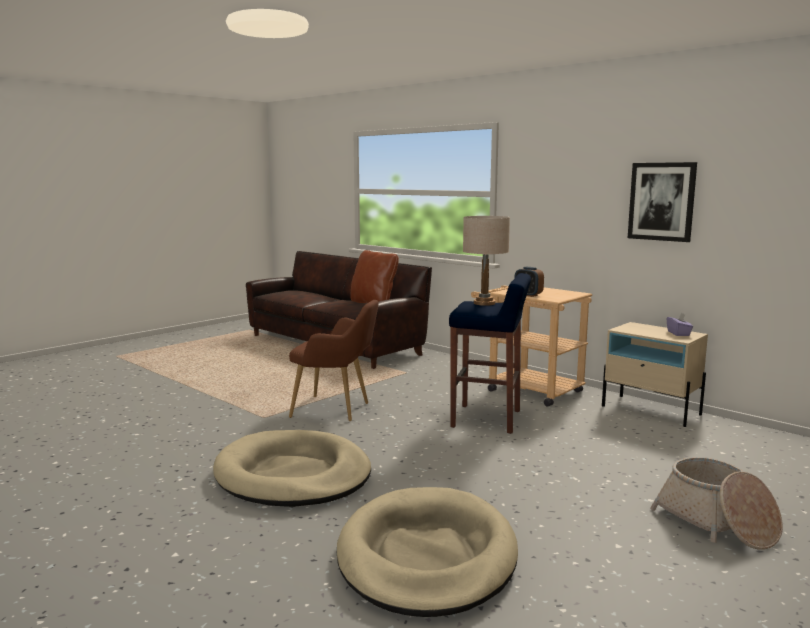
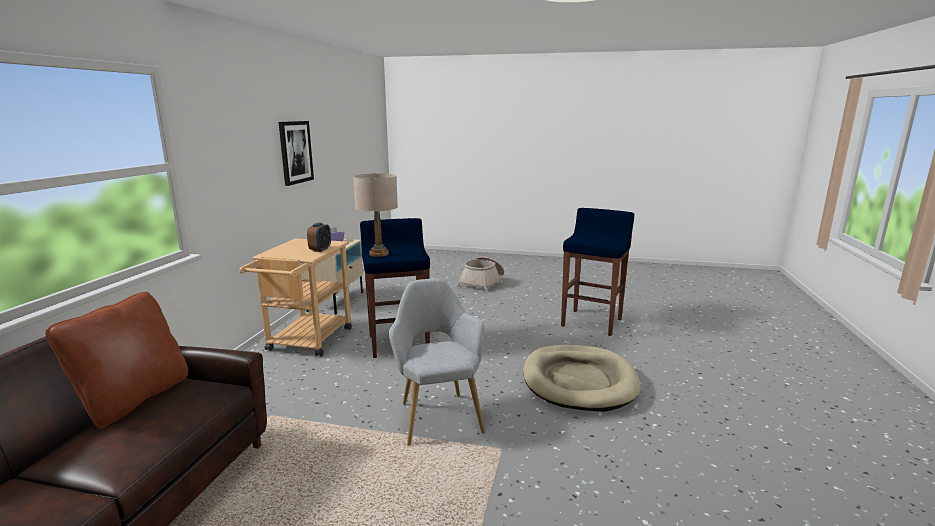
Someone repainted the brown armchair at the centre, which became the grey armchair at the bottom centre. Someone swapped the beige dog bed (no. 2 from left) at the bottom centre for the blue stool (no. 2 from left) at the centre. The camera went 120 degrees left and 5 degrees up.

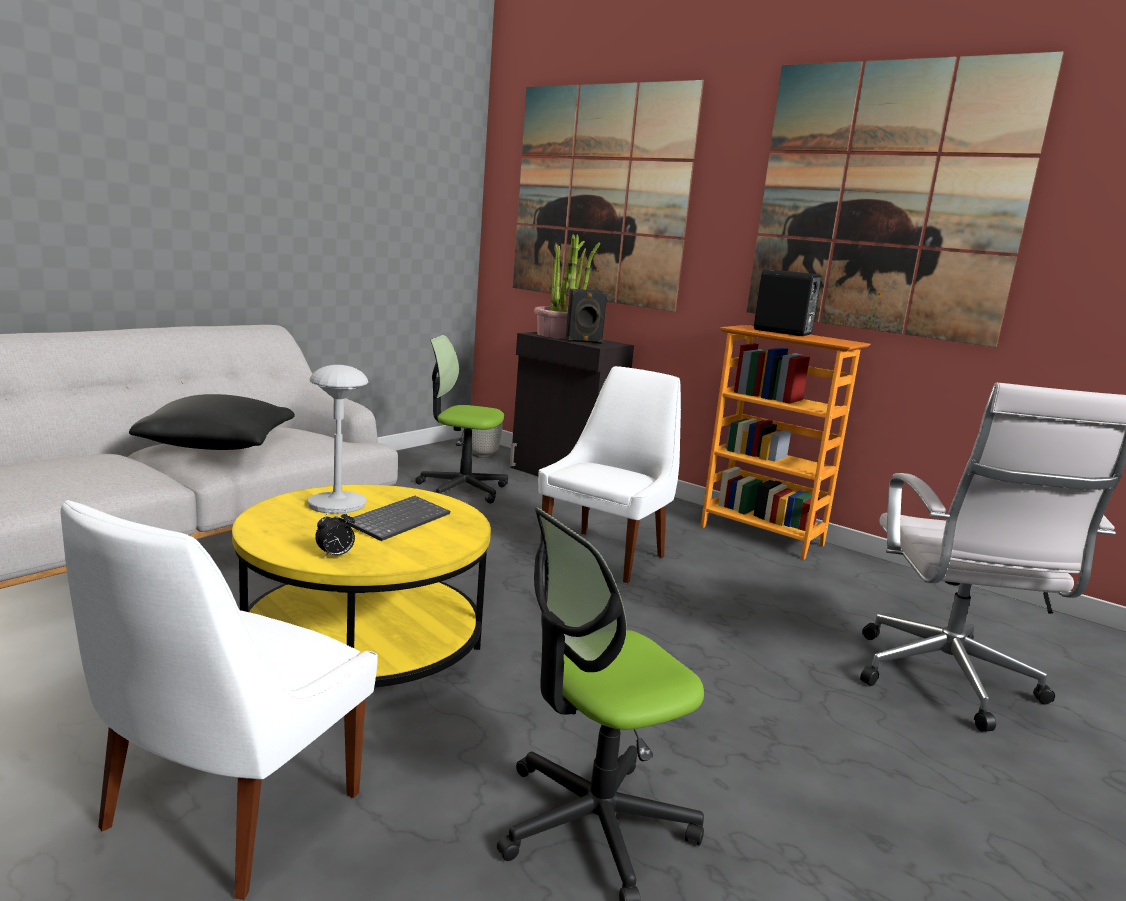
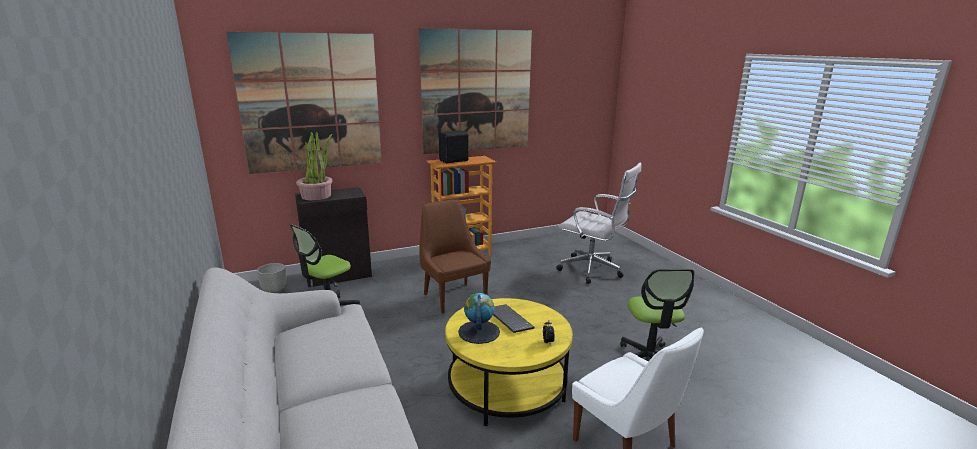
Someone took away the black pillow at the middle left. Someone swapped the grey table lamp at the middle left for the globe at the bottom centre. Someone repainted the white chair (no. 2 from left) at the centre, which became the brown chair at the centre. Someone took away the black speaker (no. 1 from left) at the centre. The camera went 60 degrees left and 5 degrees up.

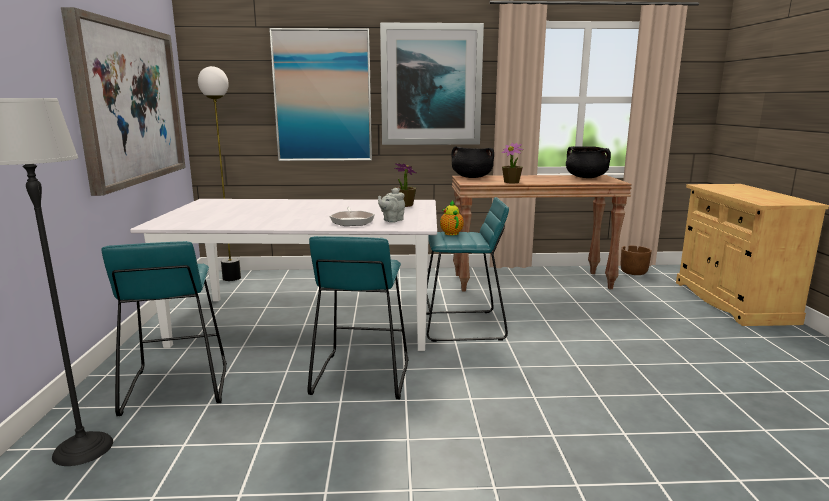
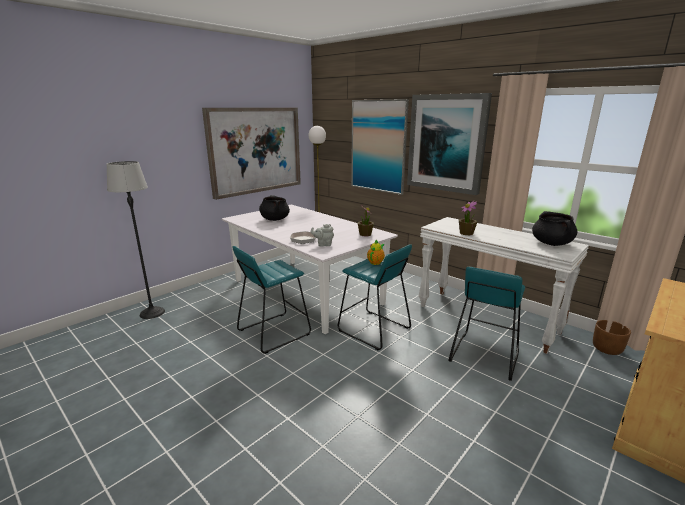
Someone carried the turquoise stool (no. 1 from left in the first image) from the middle left to the middle right. Someone carried the black cooking pot (no. 1 from left) from the top centre to the centre. Someone repainted the brown console table at the centre, which became the white console table at the middle right. The camera went 45 degrees right and 5 degrees up.

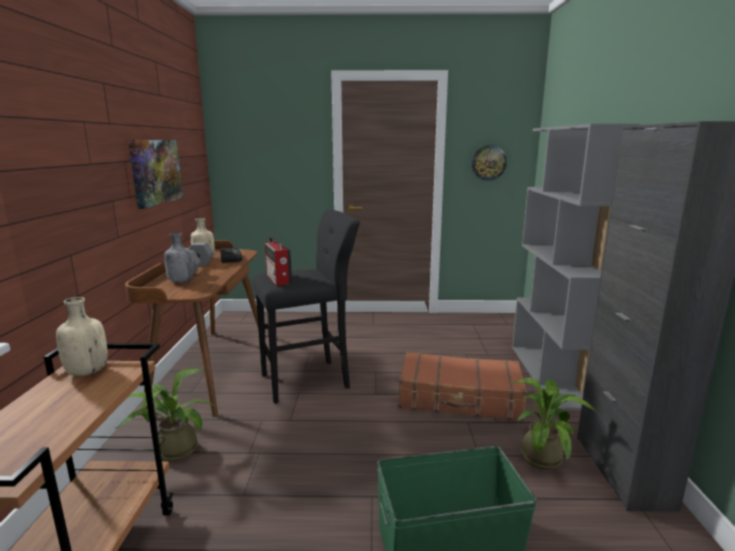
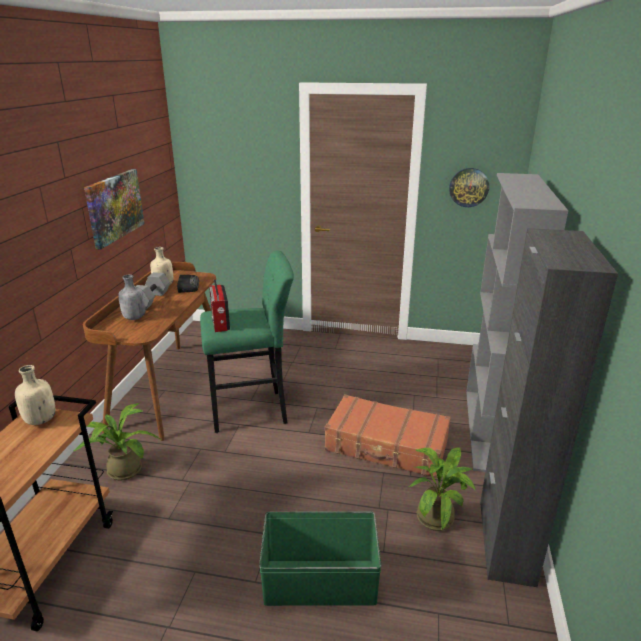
Someone repainted the black stool at the centre, which became the green stool at the centre. The camera went 10 degrees right and 10 degrees up.

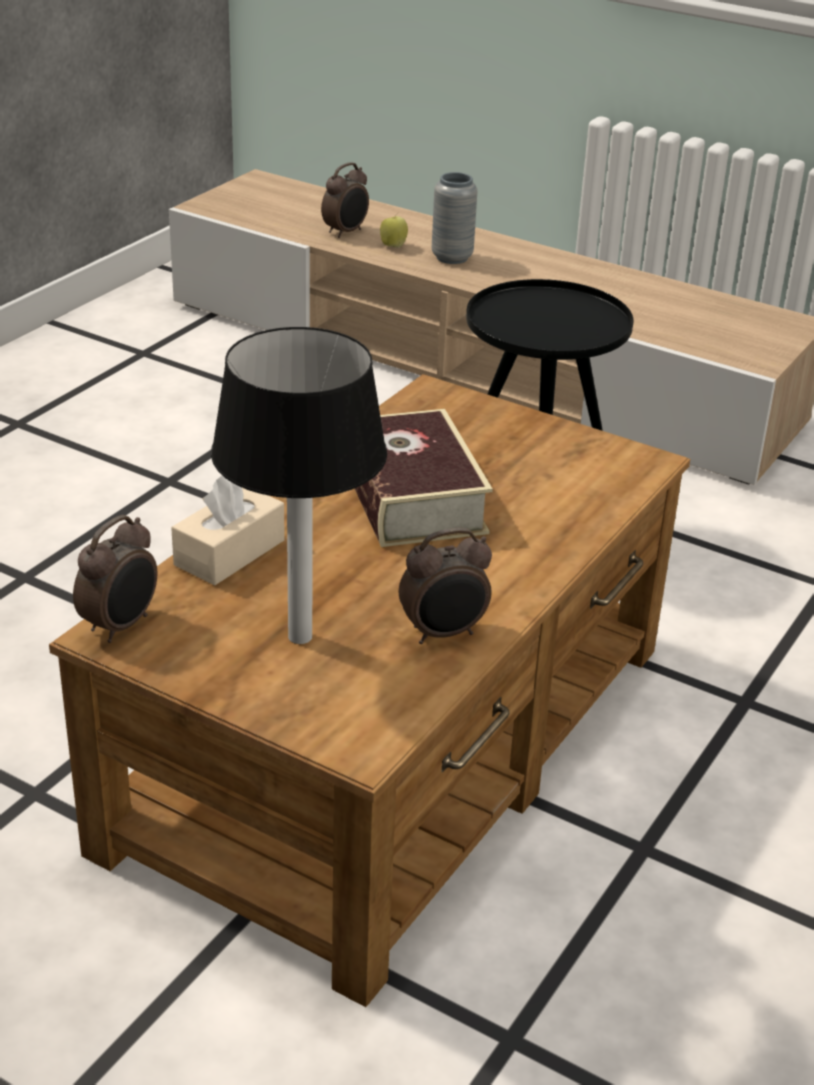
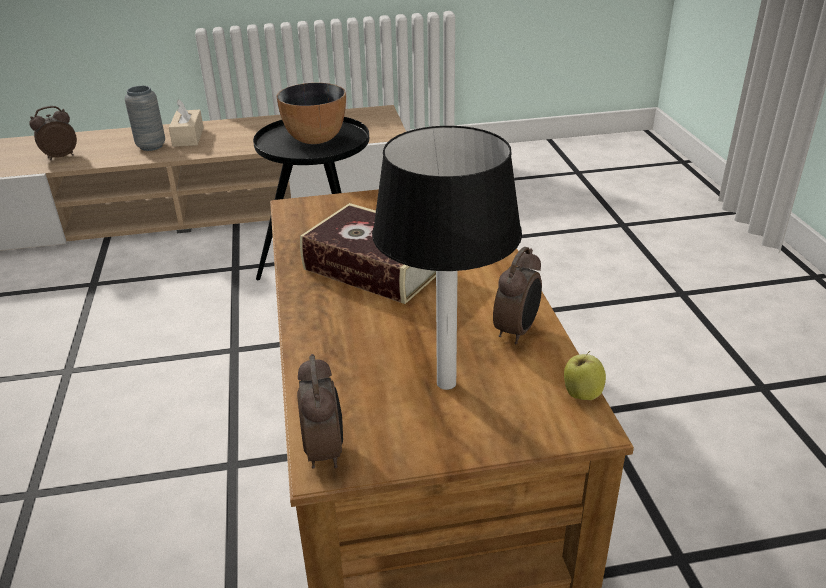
Someone carried the beige tissue box from the middle left to the top left. Someone rotated the alarm clock (no. 2 from left in the first image) at the top centre by 120 degrees counterclockwise. Someone carried the apple from the top centre to the middle right. Someone put down the bowl at the top centre. The camera went 40 degrees left and 0 degrees up.

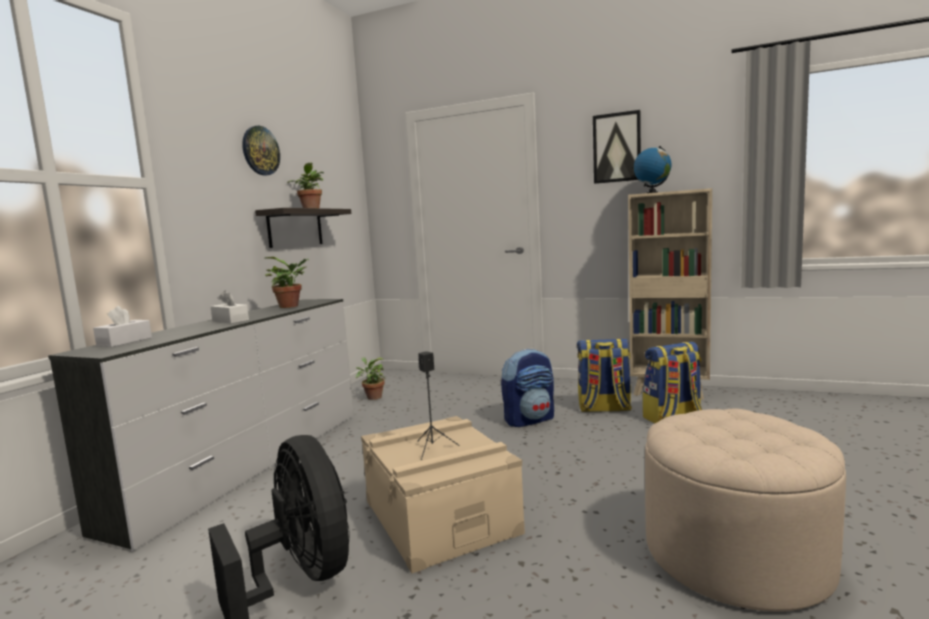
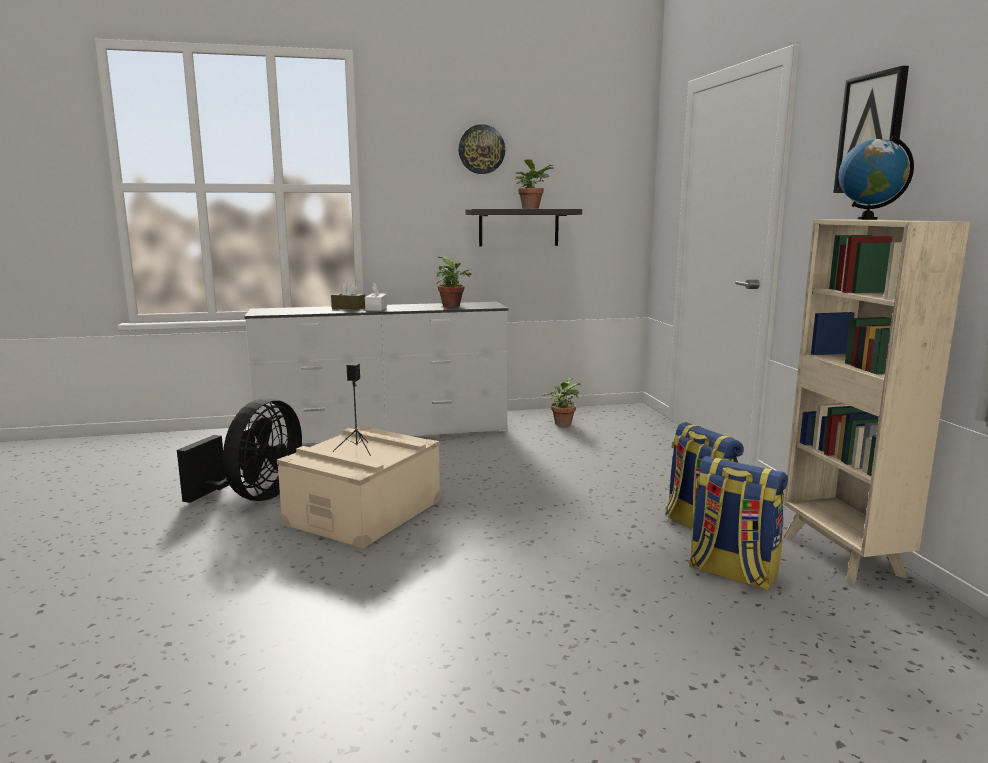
Someone took away the white tissue box (no. 1 from left) at the middle left. Someone took away the backpack (no. 1 from left) at the centre. Someone took away the beige ottoman at the bottom right. Someone put down the brown tissue box at the centre. The camera went 55 degrees right and 5 degrees up.

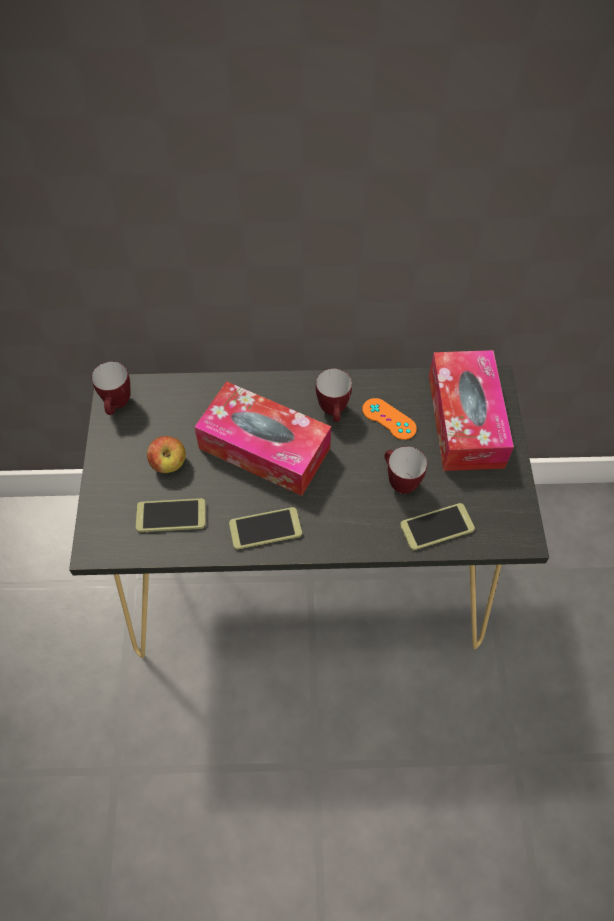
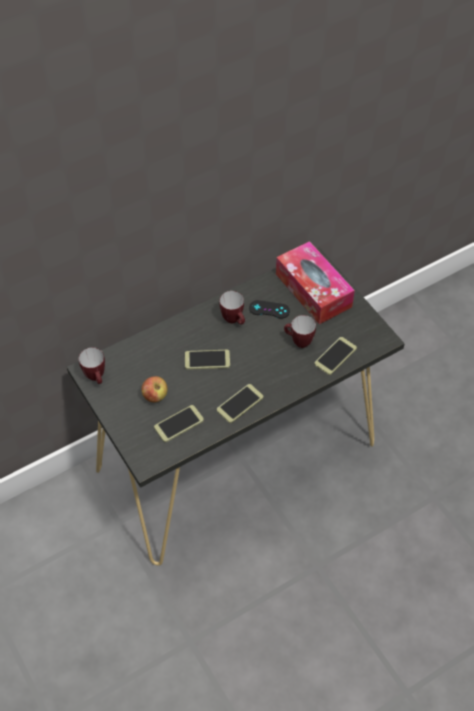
Someone swapped the tissue box (no. 1 from left) at the centre for the phone (no. 2 from left) at the centre. Someone repainted the orange game controller at the centre, which became the black game controller at the centre. The camera went 30 degrees left and 5 degrees down.

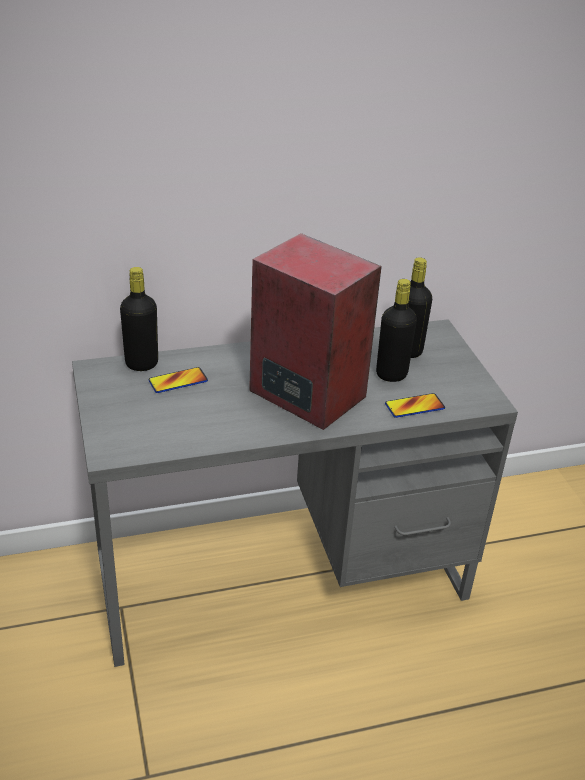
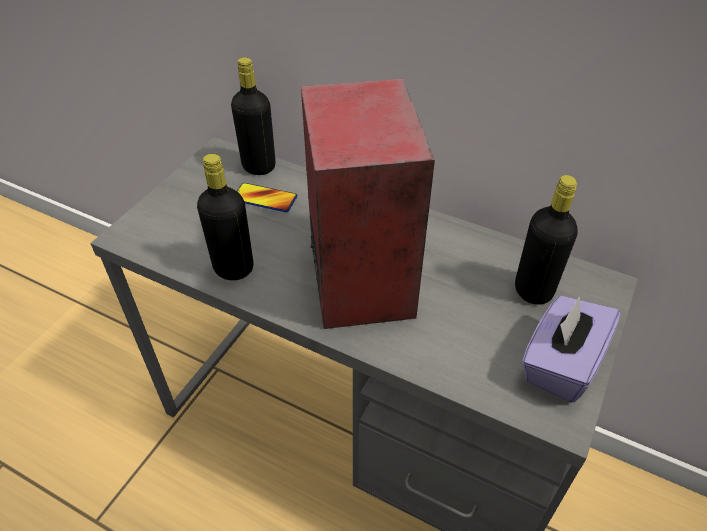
Someone carried the black bottle (no. 2 from left in the first image) from the middle right to the middle left. Someone took away the phone (no. 2 from left) at the middle right. Someone put down the purple tissue box at the middle right. The camera went 45 degrees right and 10 degrees up.

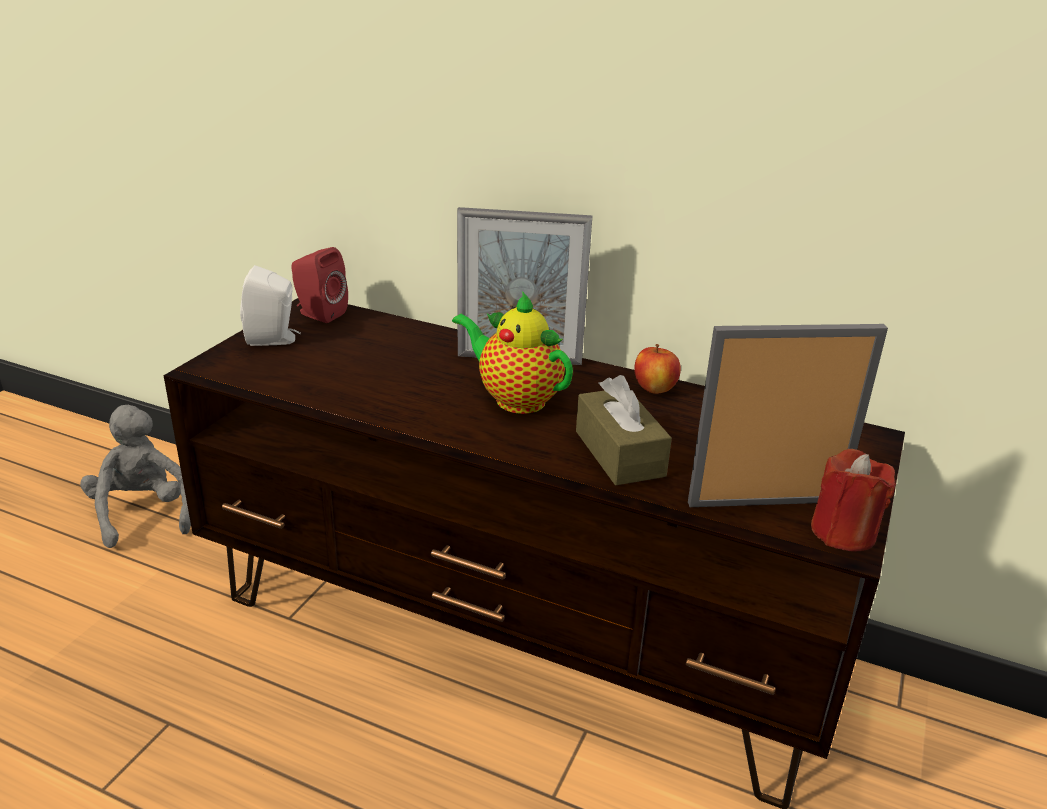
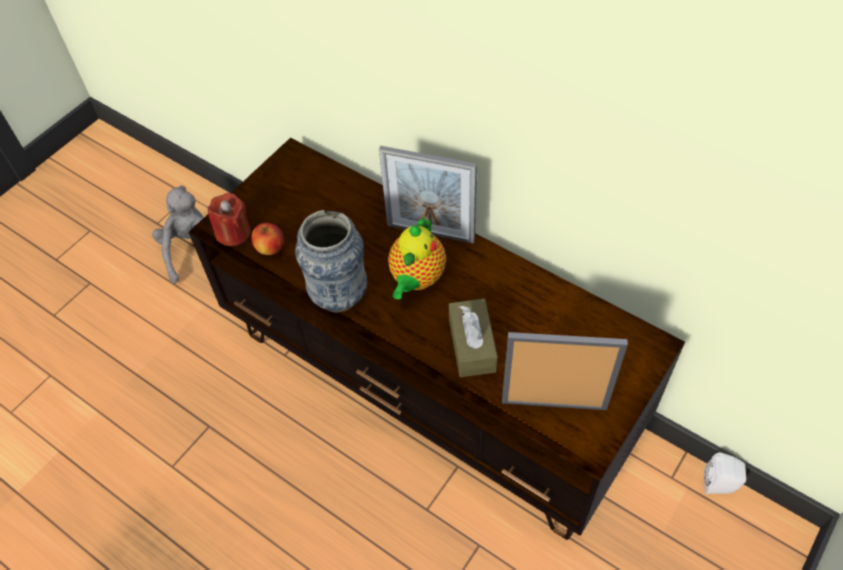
Someone carried the white speaker from the middle left to the bottom right. Someone took away the red speaker at the middle left. Someone rotated the teapot at the centre by 120 degrees counterclockwise. Someone carried the apple from the centre to the middle left. Someone carried the red candle from the middle right to the middle left. Someone put down the vase at the centre. The camera went 15 degrees right and 25 degrees up.

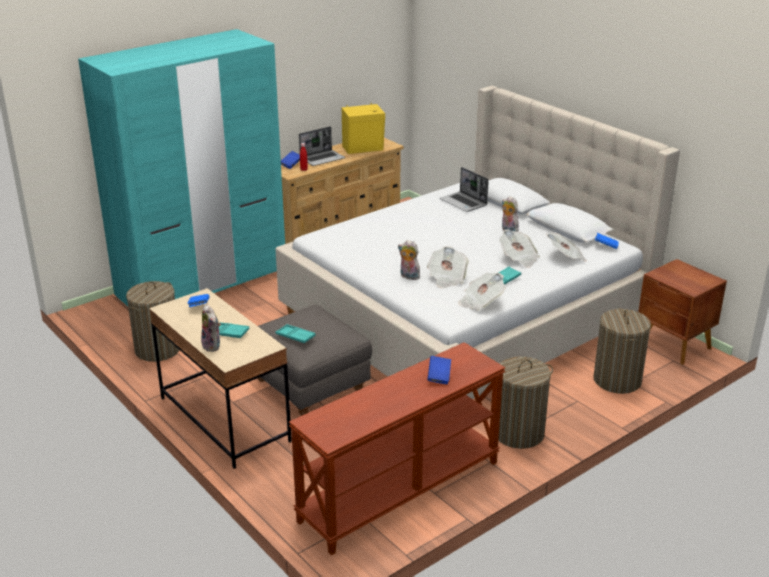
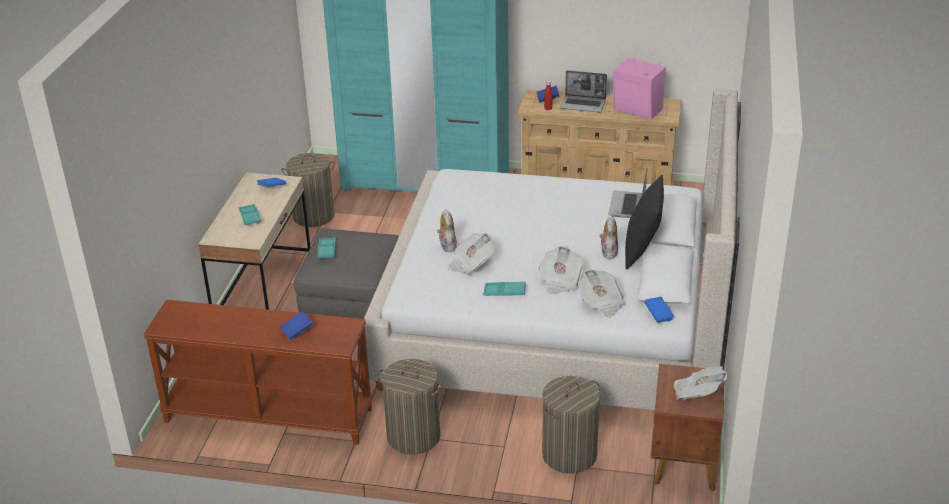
Someone took away the plush toy (no. 1 from left) at the middle left. Someone repainted the yellow speaker at the top centre, which became the pink speaker at the top right. Someone carried the newspaper (no. 2 from left in the first image) from the centre to the bottom right. Someone put down the black pillow at the middle right. The camera went 50 degrees right and 5 degrees up.

